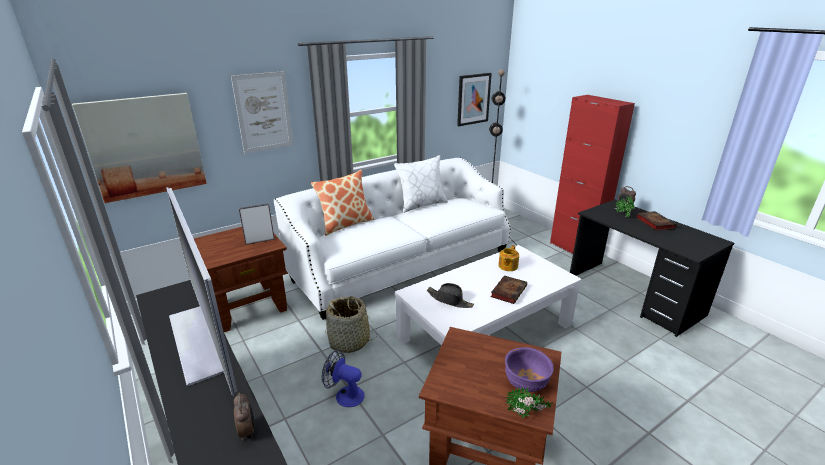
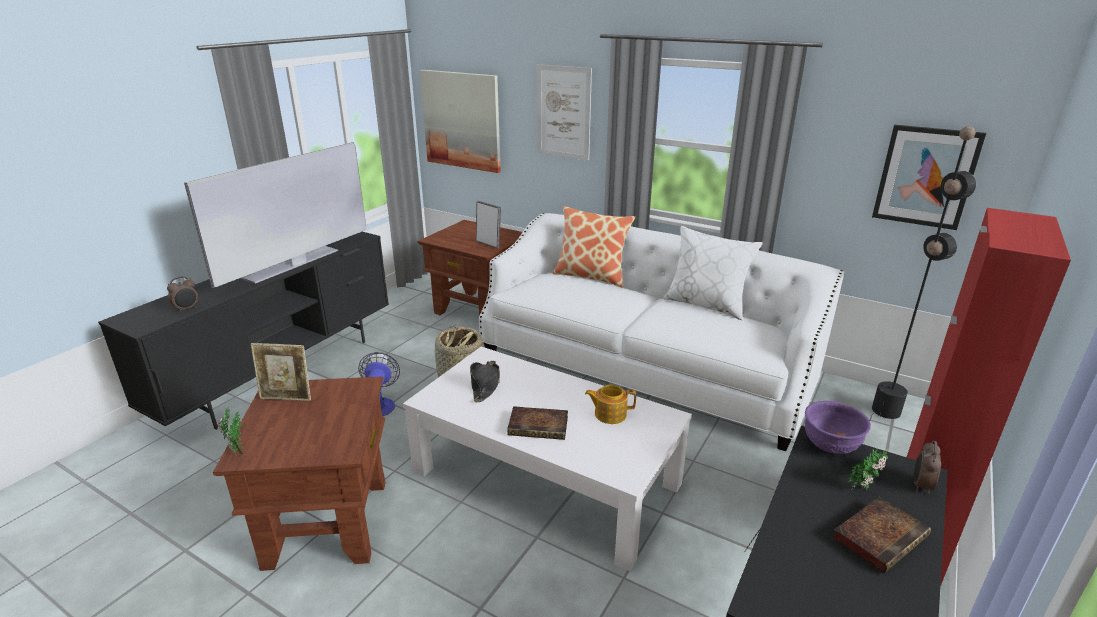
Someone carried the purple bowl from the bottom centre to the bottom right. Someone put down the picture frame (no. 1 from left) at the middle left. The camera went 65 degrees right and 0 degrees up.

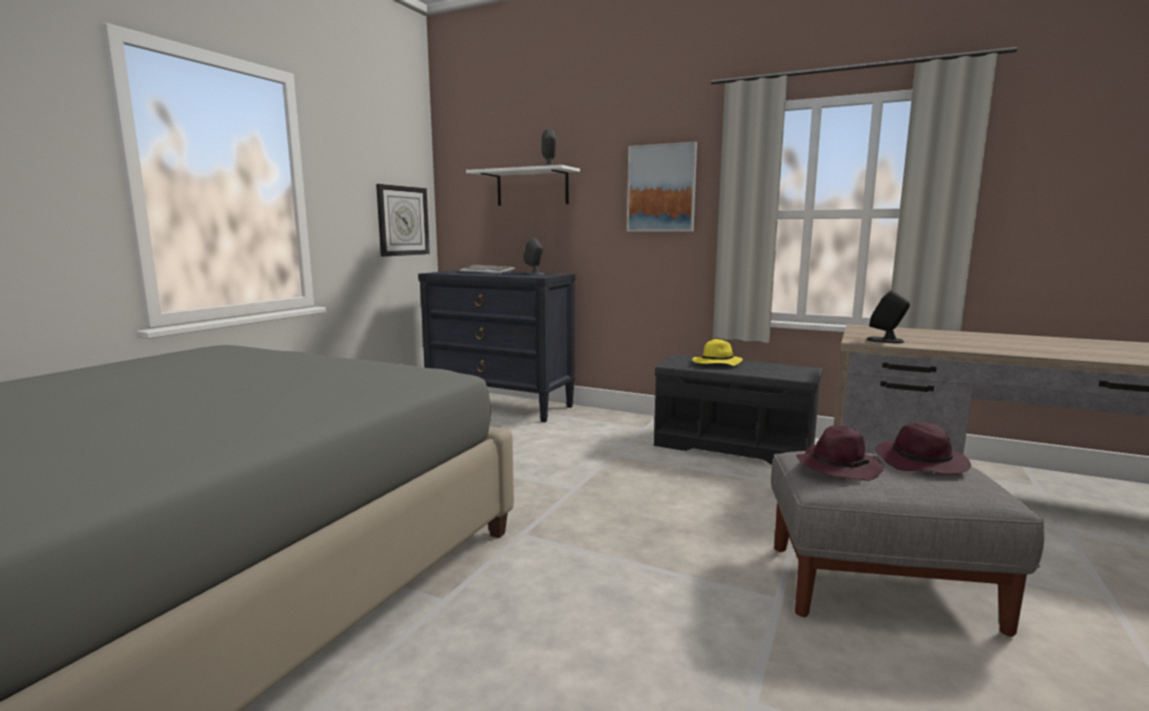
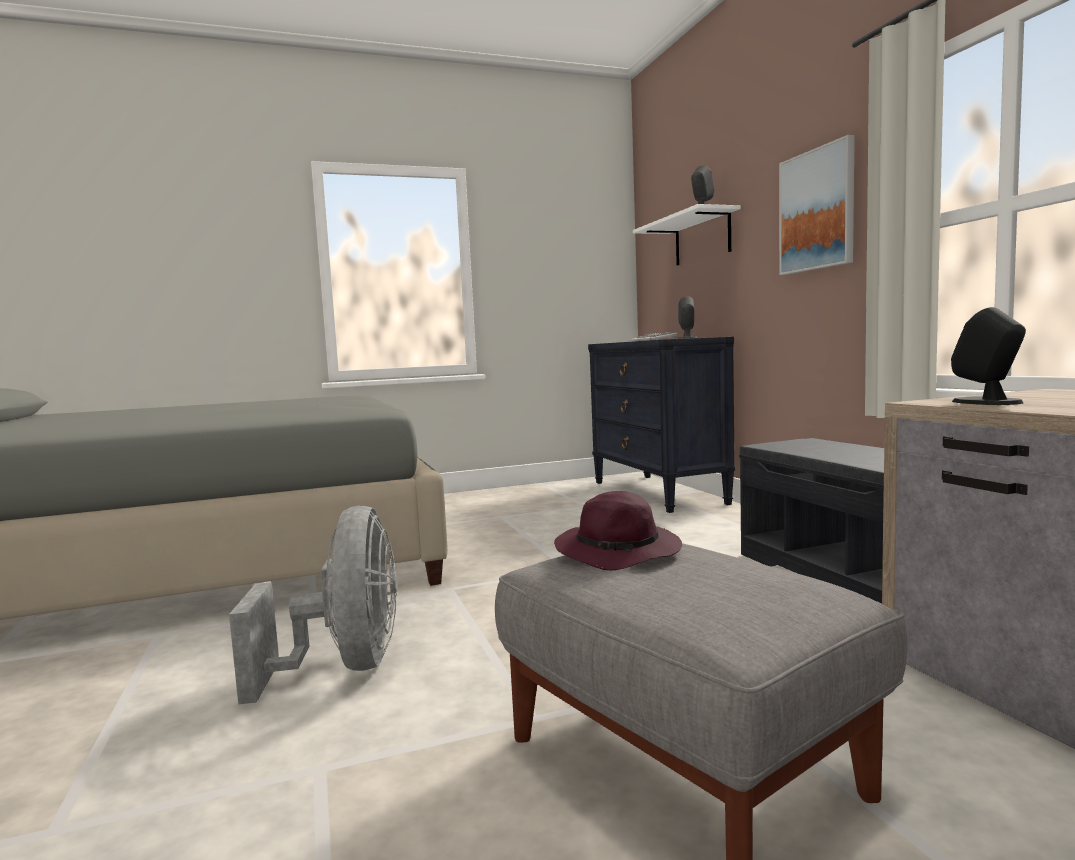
Someone took away the wall clock at the top centre. Someone took away the yellow hat at the centre. Someone took away the purple hat (no. 2 from left) at the middle right. Someone put down the grey fan at the bottom left. The camera went 45 degrees right and 5 degrees down.

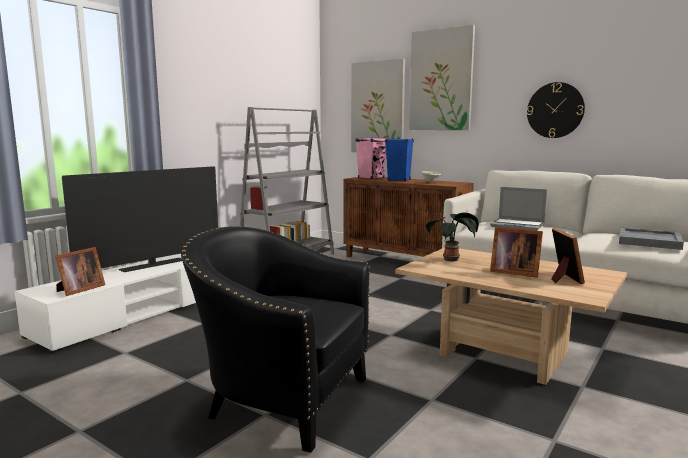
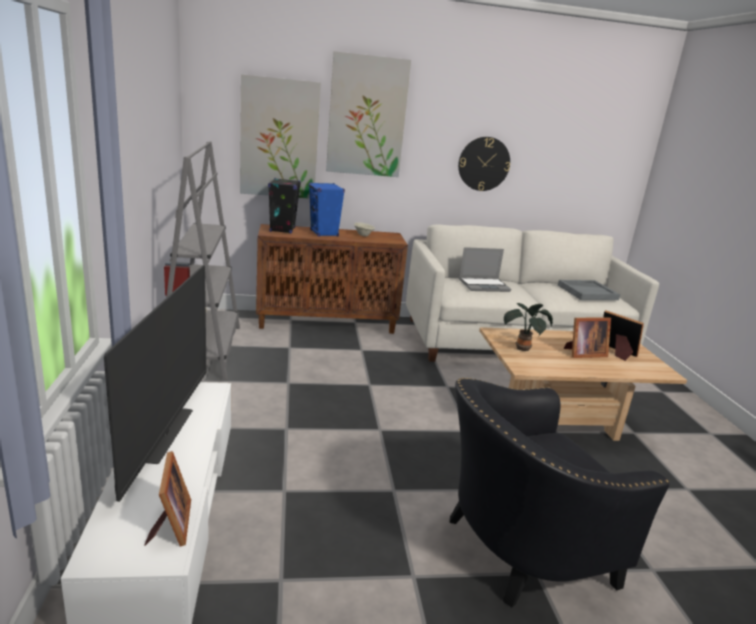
Someone repainted the pink speaker at the centre, which became the black speaker at the top centre. The camera went 45 degrees left and 10 degrees up.

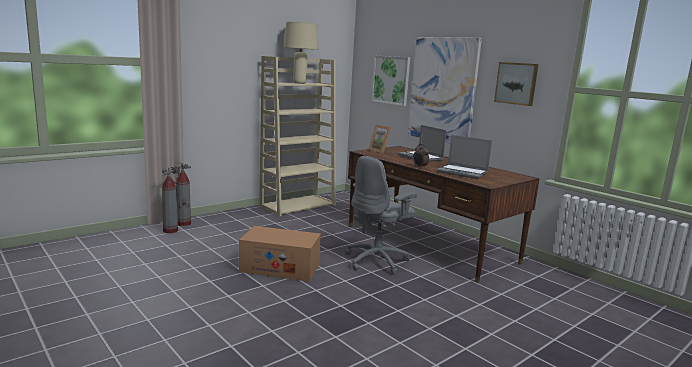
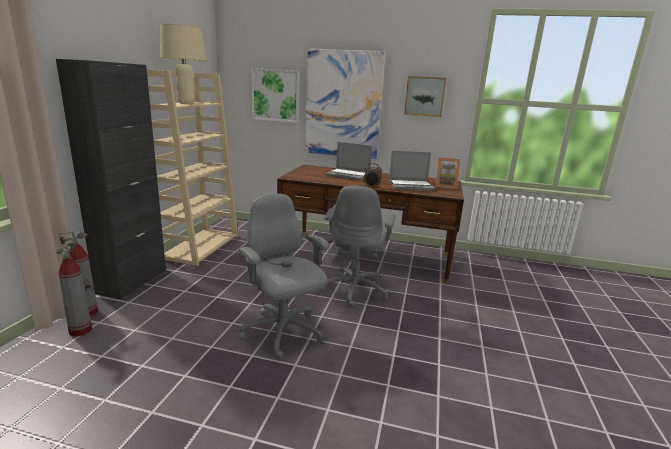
Someone swapped the cardboard box at the bottom centre for the grey office chair (no. 1 from left) at the centre. Someone carried the picture frame from the centre to the middle right. Someone put down the black cabinet at the middle left. The camera went 35 degrees left and 5 degrees up.

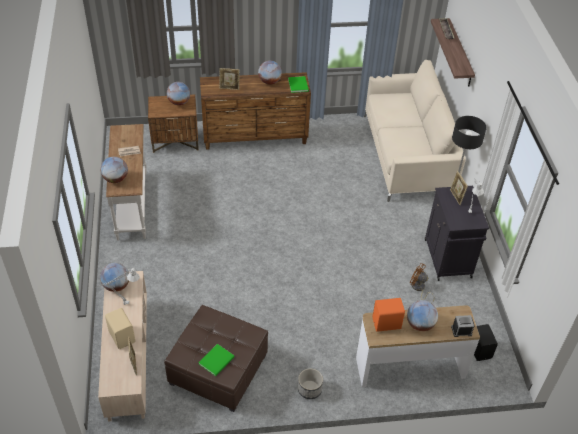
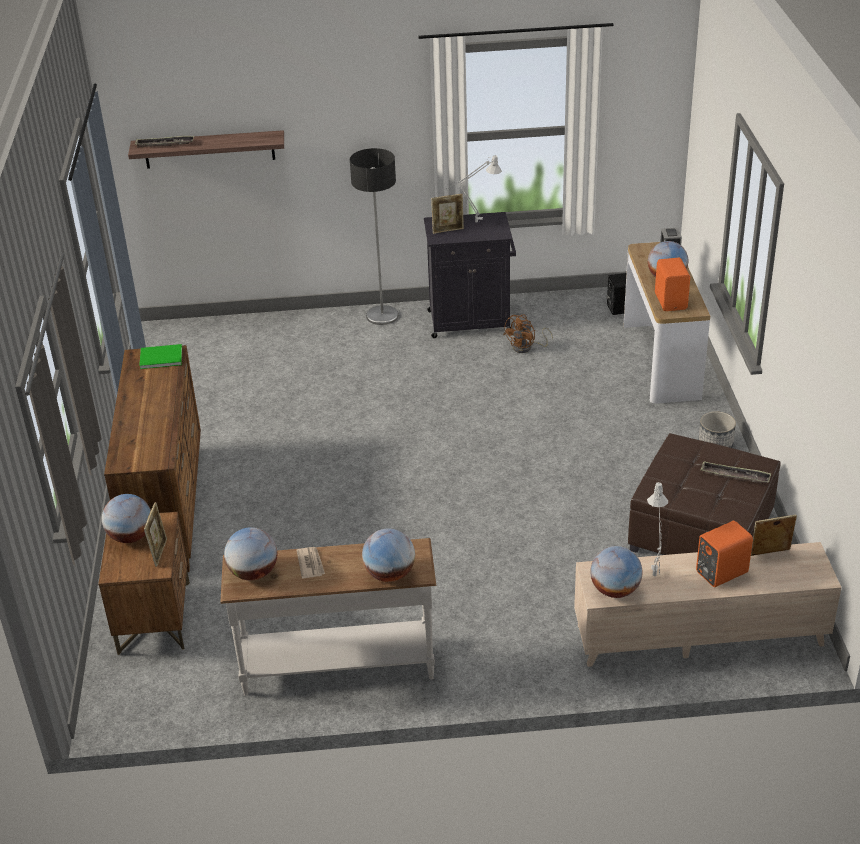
Someone repainted the beige speaker at the bottom left, which became the orange speaker (no. 2 from left) at the middle right. Someone swapped the green book (no. 1 from left) at the bottom centre for the tray (no. 2 from left) at the middle right. Someone carried the picture frame (no. 2 from left in the first image) from the top centre to the middle left. Someone carried the globe (no. 4 from left in the first image) from the top centre to the middle left. Someone took away the beige sofa at the top right. The camera went 85 degrees left and 10 degrees down.

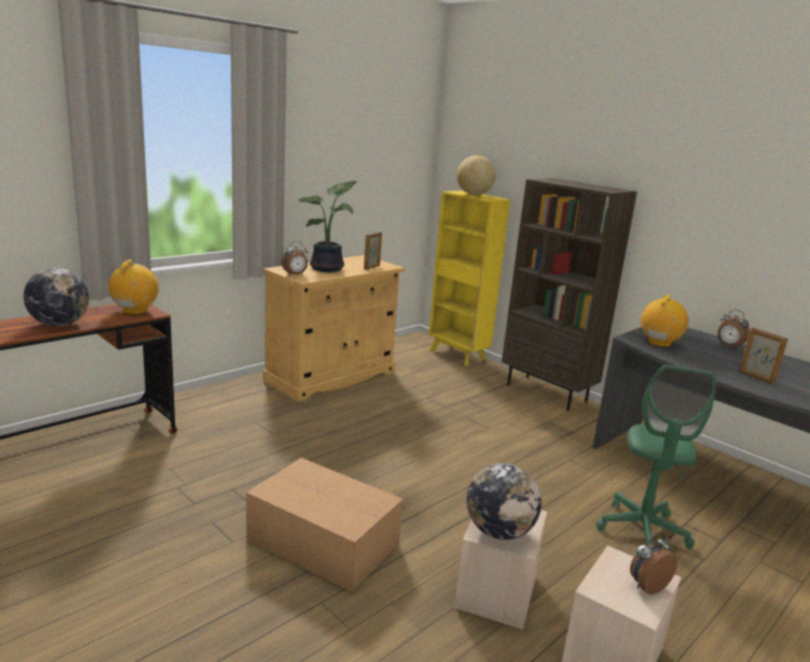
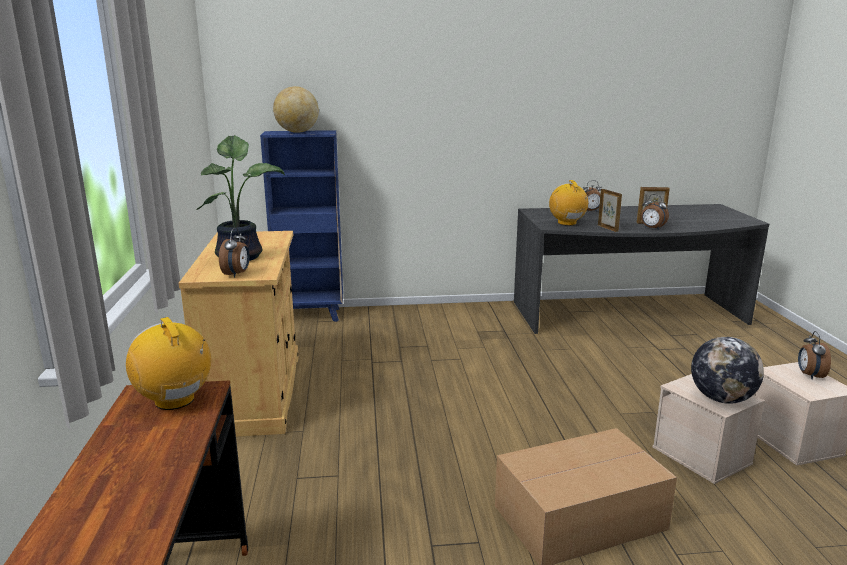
Someone took away the globe (no. 1 from left) at the middle left. Someone carried the picture frame (no. 1 from left) from the centre to the middle right. Someone repainted the yellow bookcase at the centre, which became the blue bookcase at the centre. Someone took away the brown bookcase at the middle right. Someone took away the green office chair at the bottom right. Someone put down the alarm clock (no. 3 from left) at the middle right. The camera went 50 degrees left and 0 degrees up.

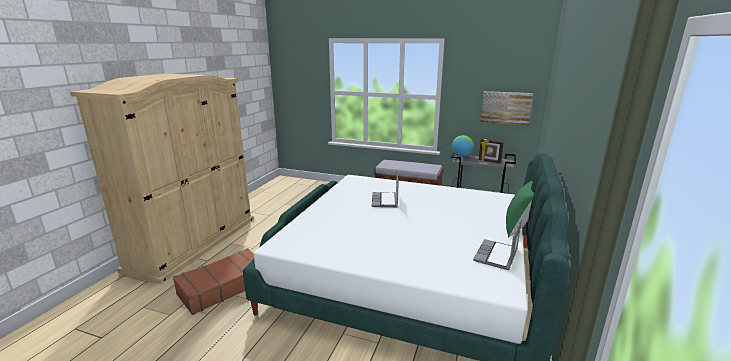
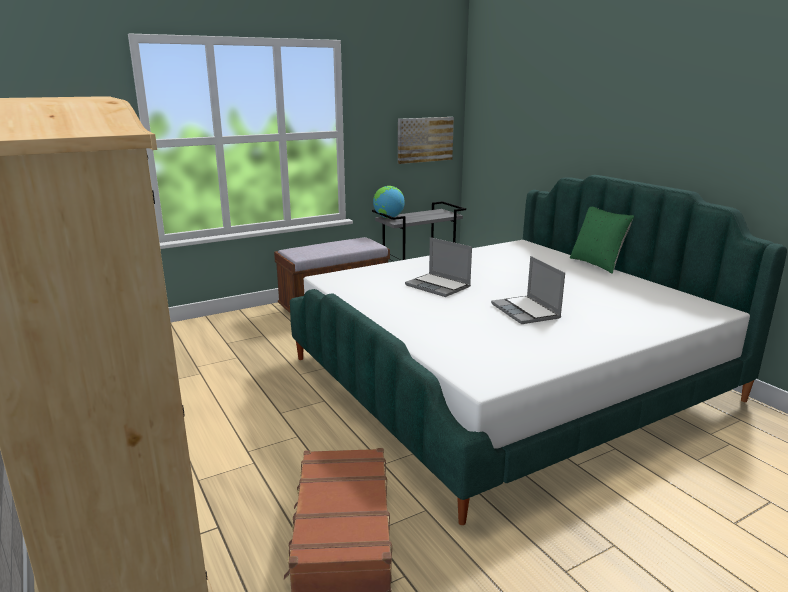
Someone carried the laptop (no. 2 from left) from the bottom right to the middle right. Someone took away the picture frame at the middle right. The camera went 50 degrees left and 0 degrees up.

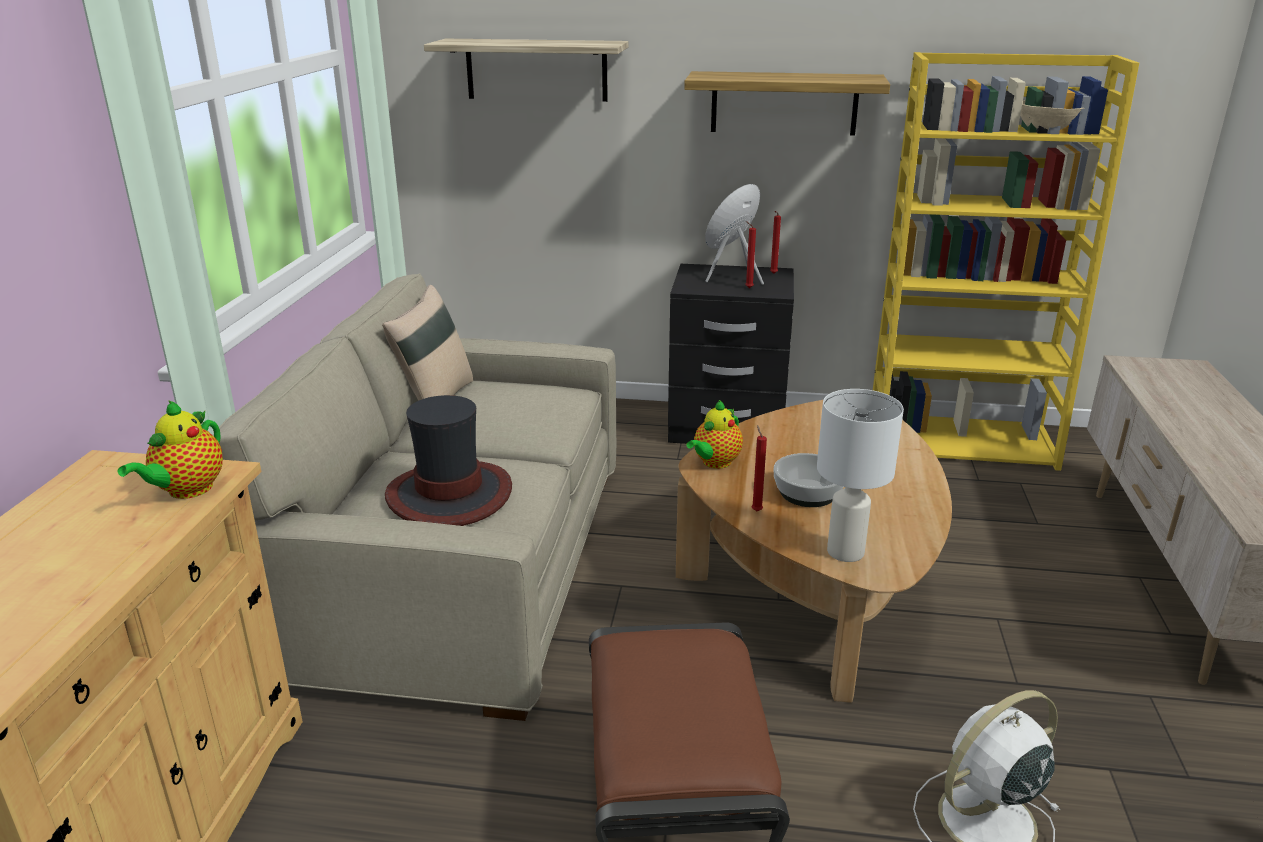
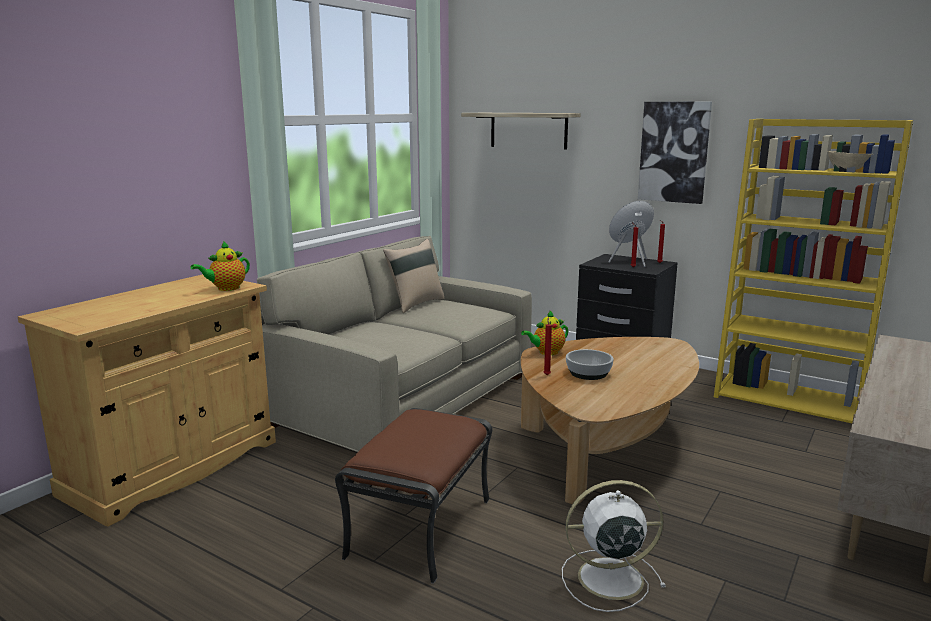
Someone took away the hat at the centre. Someone swapped the shelf (no. 2 from left) at the top centre for the picture at the top right. Someone took away the white table lamp at the middle right. The camera went 25 degrees right and 10 degrees down.

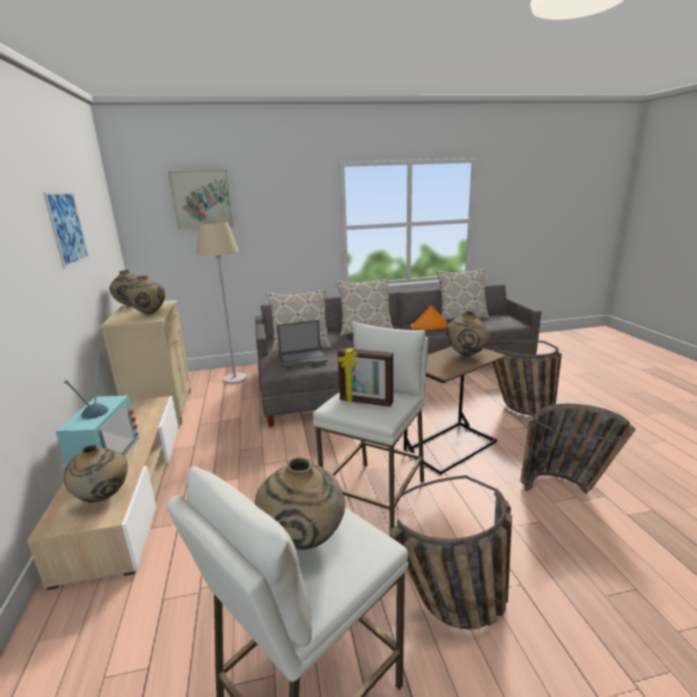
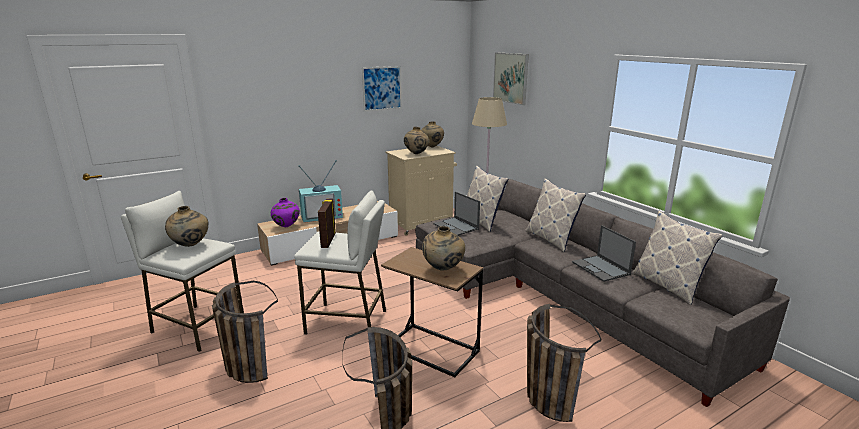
Someone repainted the beige vase (no. 1 from left) at the bottom left, which became the purple vase at the middle left. Someone swapped the orange hat at the centre for the laptop (no. 2 from left) at the middle right. The camera went 70 degrees right and 0 degrees up.

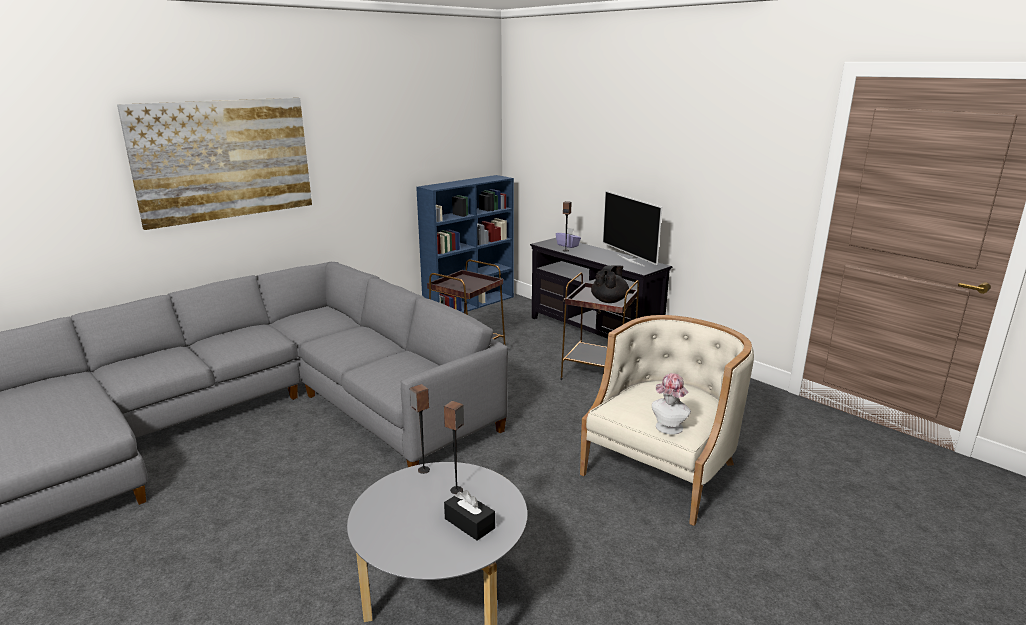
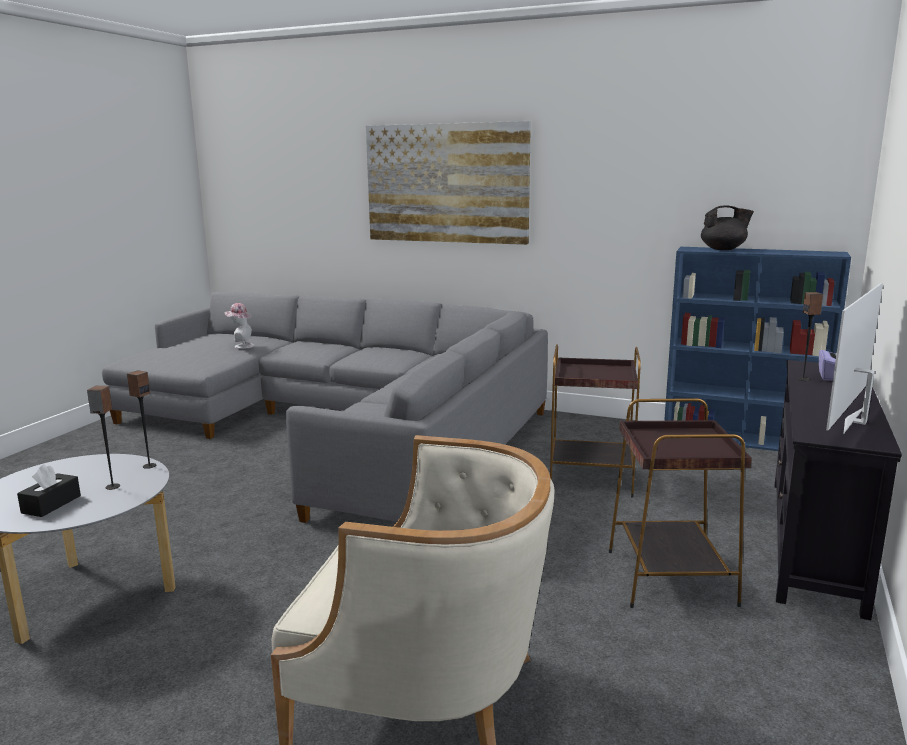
Someone carried the black teapot from the centre to the top right. Someone carried the hat from the centre to the middle left. The camera went 65 degrees right and 5 degrees down.

